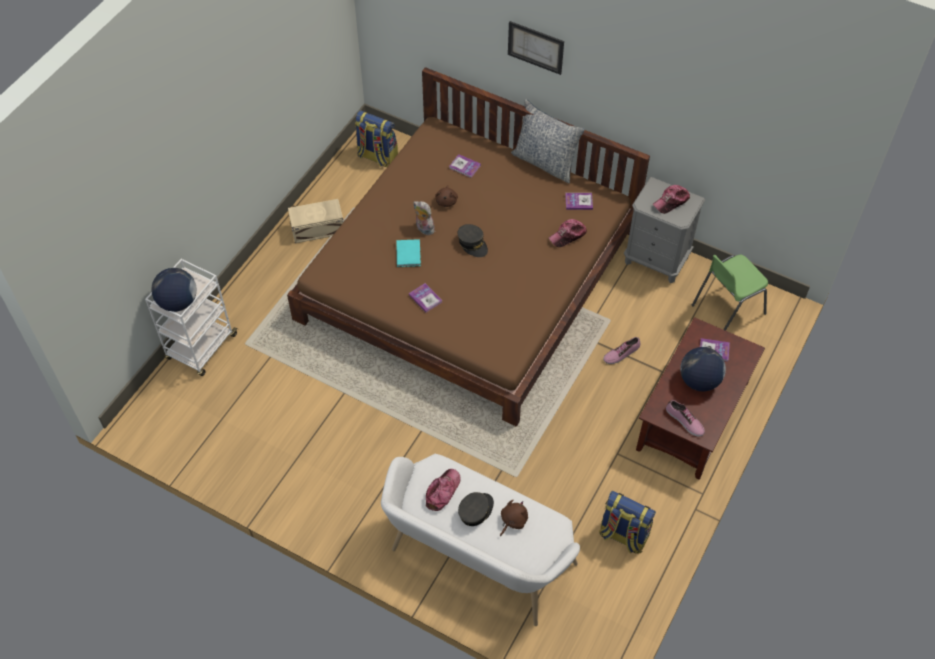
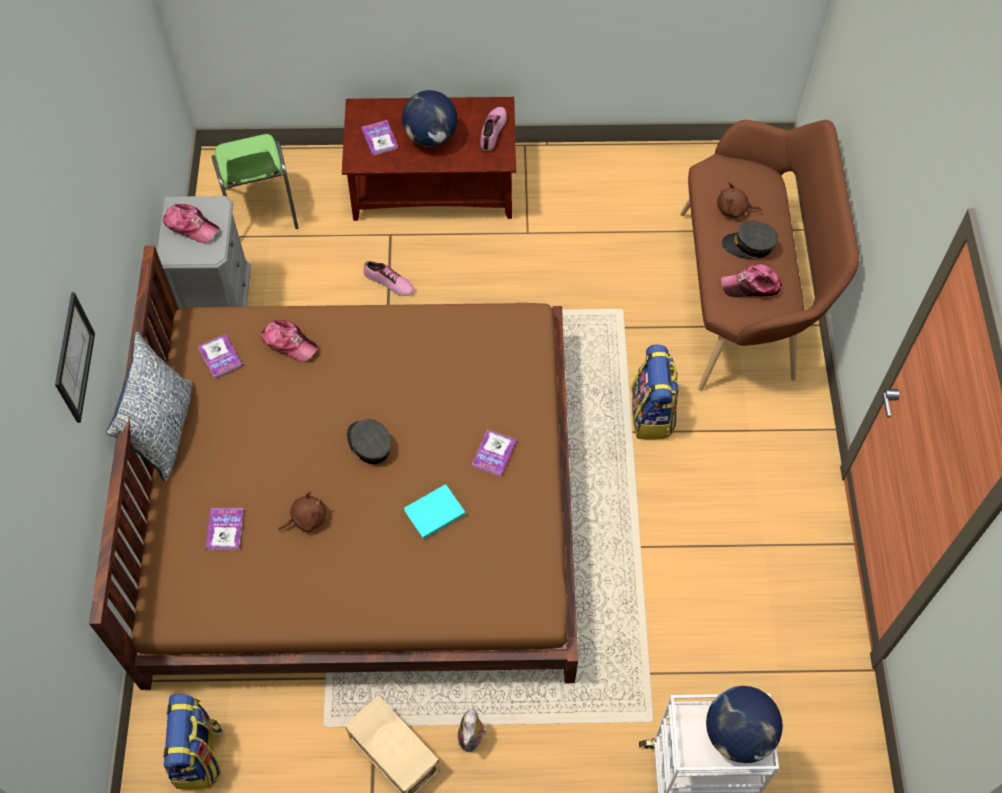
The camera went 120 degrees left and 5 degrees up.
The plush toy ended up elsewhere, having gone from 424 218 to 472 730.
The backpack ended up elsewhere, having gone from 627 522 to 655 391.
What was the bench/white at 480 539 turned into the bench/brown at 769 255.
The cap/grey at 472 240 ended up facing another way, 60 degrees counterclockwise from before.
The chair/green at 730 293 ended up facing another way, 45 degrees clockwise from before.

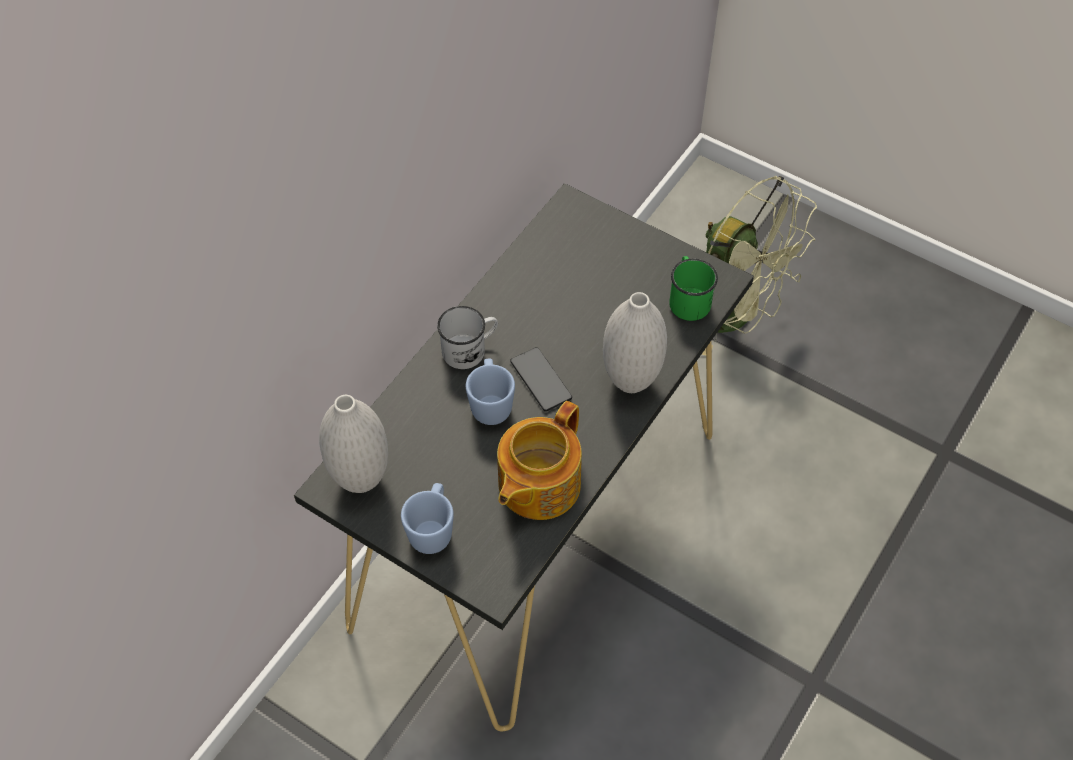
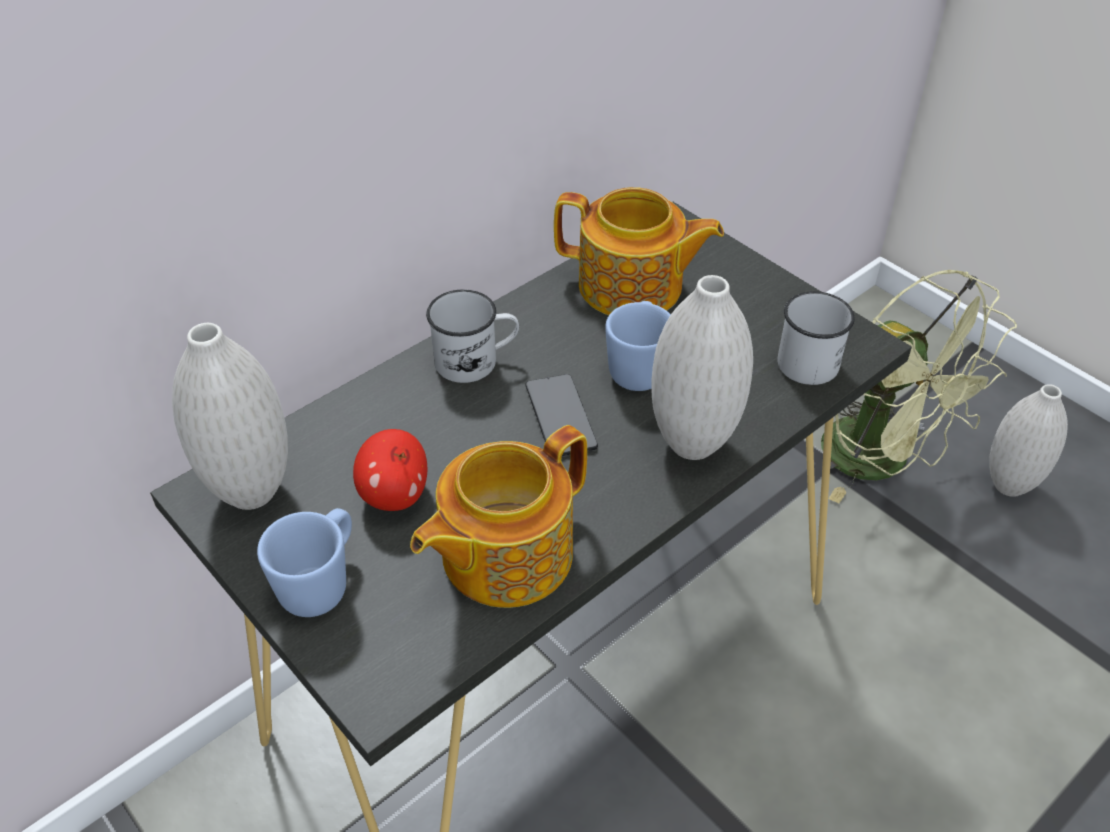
The camera went 15 degrees right and 10 degrees down.
The second view gained the apple at 390 470.
The second view gained the teapot at 639 251.
The second view gained the vase/white at 1028 440.
The mug/blue ended up elsewhere, having gone from 490 391 to 638 346.
What was the mug/green at 693 288 turned into the mug/white at 816 338.

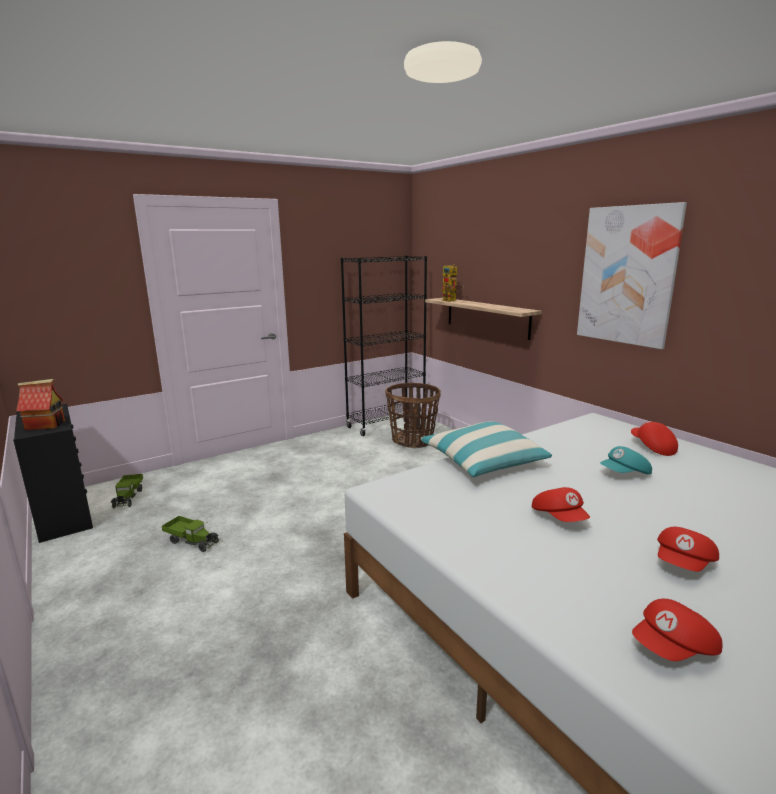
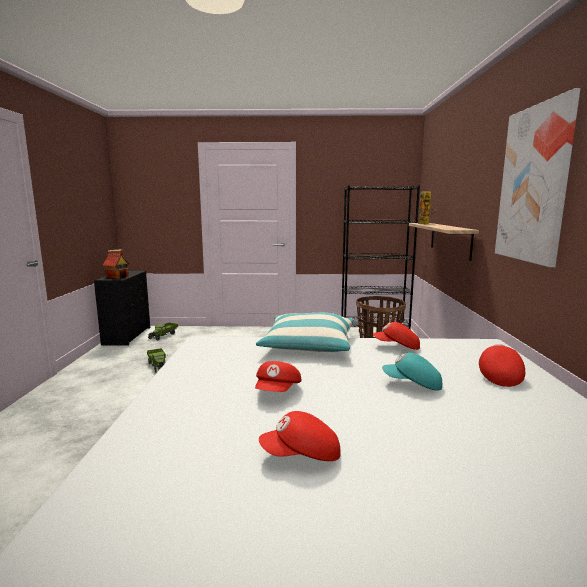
The camera went 35 degrees right and 5 degrees down.
The cap/red ended up elsewhere, having gone from 677 630 to 396 336.

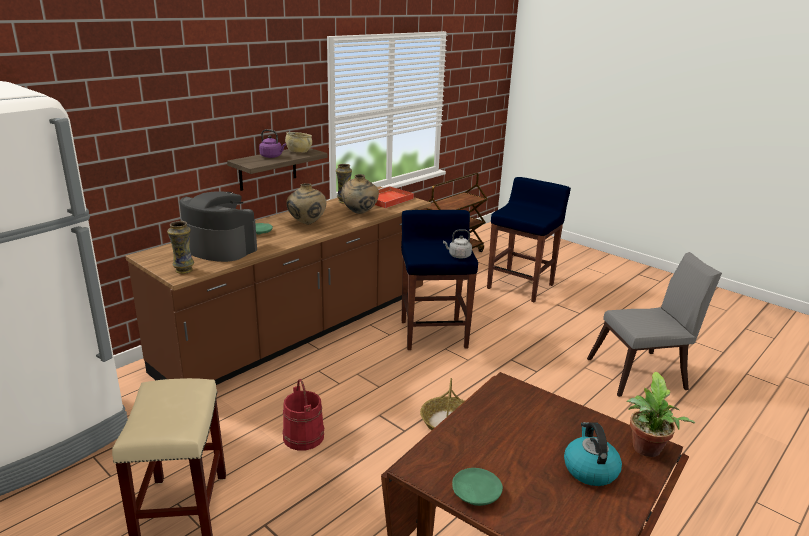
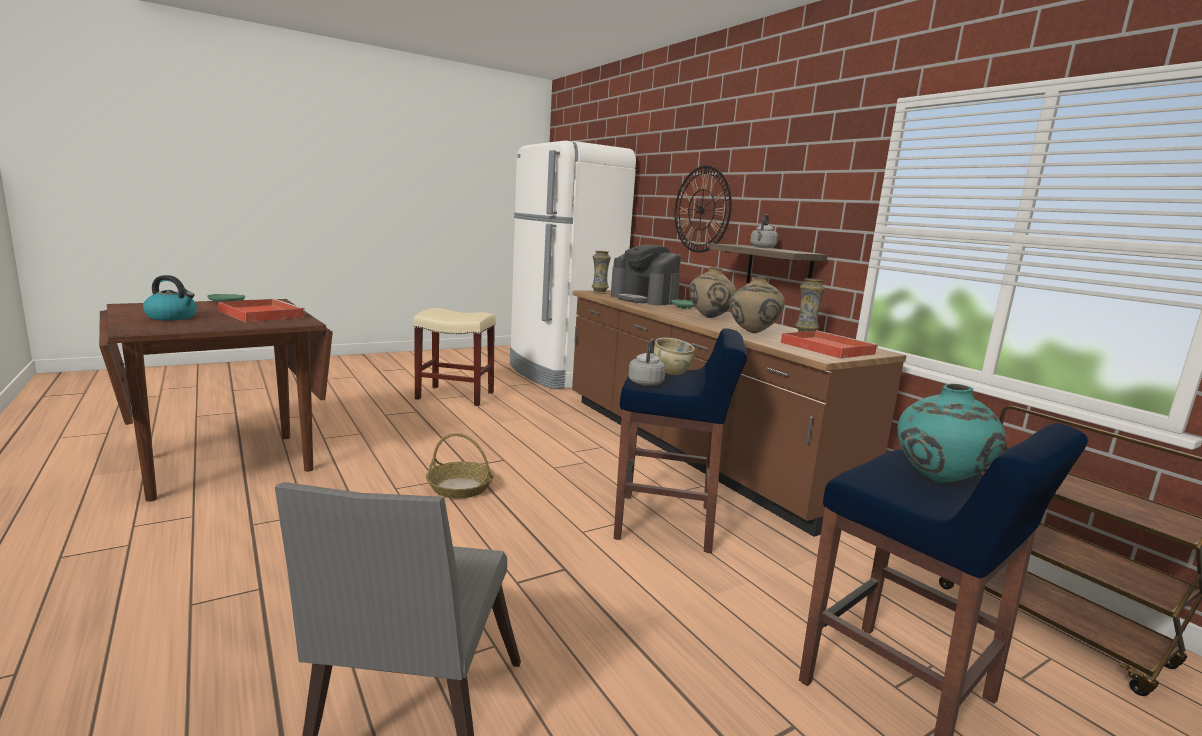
The camera went 105 degrees right and 10 degrees down.
The second view lost the bucket/red at 303 414.
The second view lost the potted plant at 661 414.
The second view gained the tray/red at 261 310.
The second view gained the wall clock at 703 209.
The second view gained the vase/turquoise at 952 433.
The bowl/beige ended up elsewhere, having gone from 298 142 to 674 356.
What was the kettle/purple at 272 143 turned into the kettle/grey at 764 231.
The coffee machine at 218 226 ended up facing another way, 90 degrees clockwise from before.

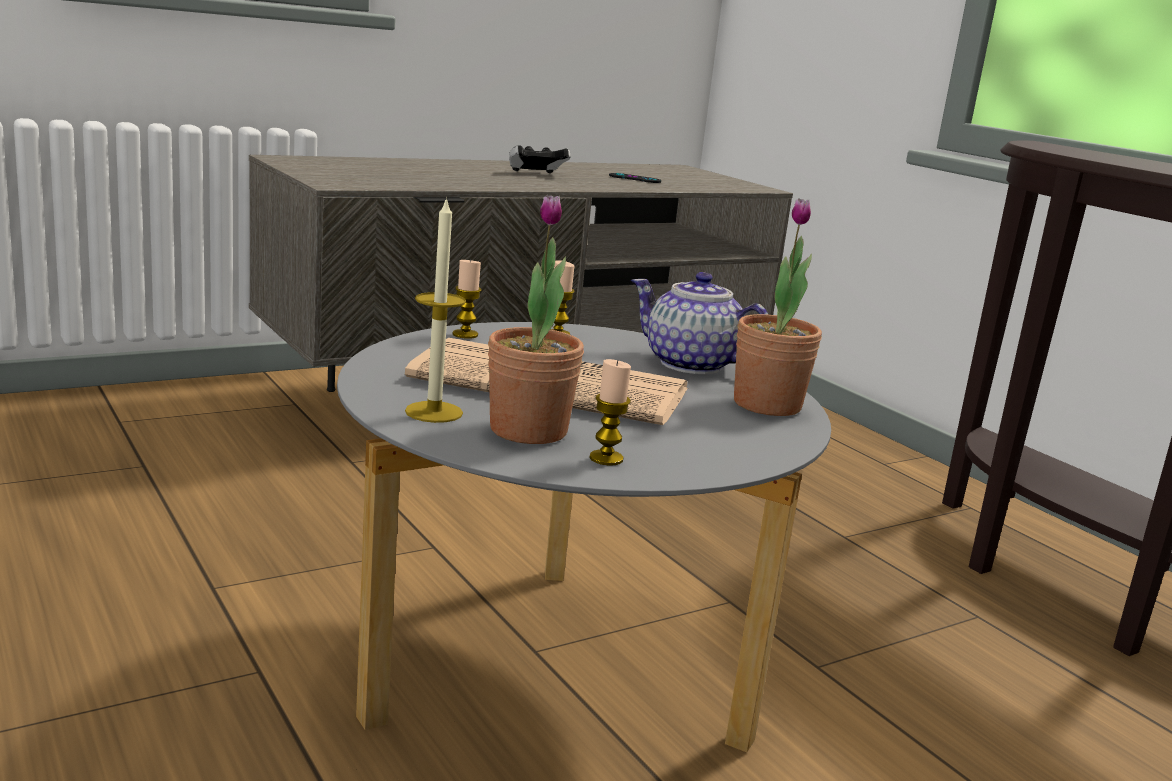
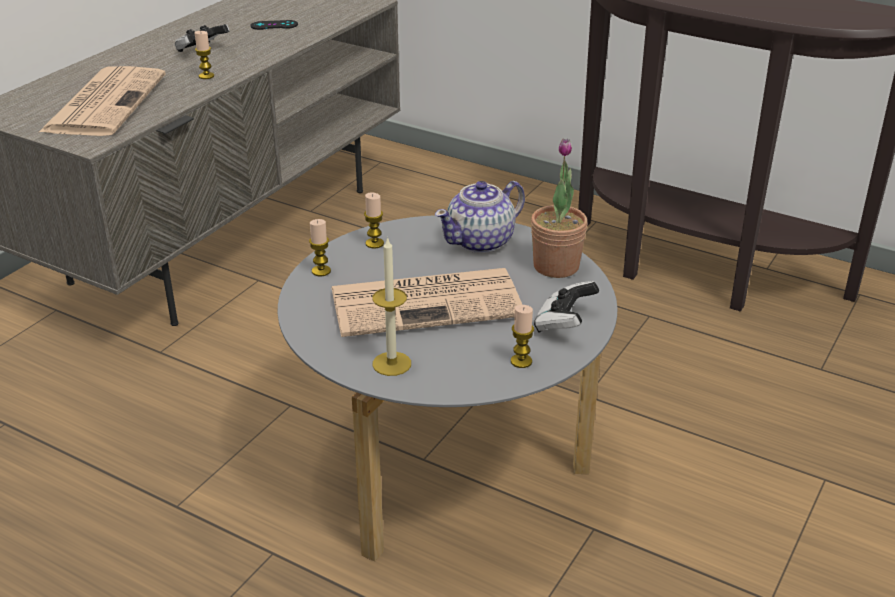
The camera went 25 degrees left and 15 degrees up.
The second view lost the potted plant at 536 319.
The second view gained the newspaper at 102 101.
The second view gained the candle at 204 55.
The second view gained the game controller at 566 307.
The teapot at 699 323 ended up facing another way, 45 degrees counterclockwise from before.

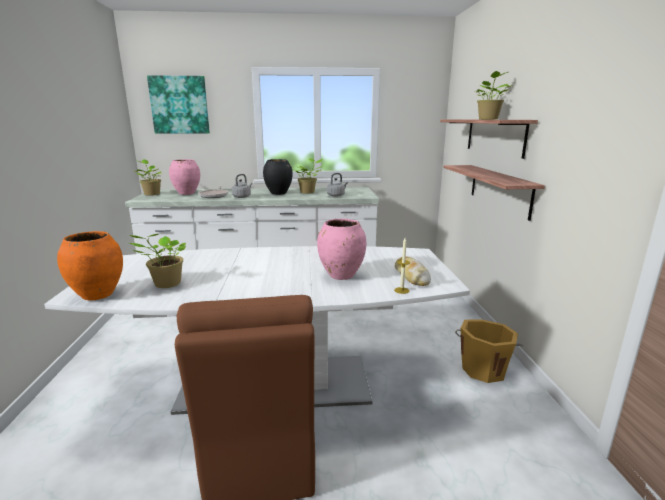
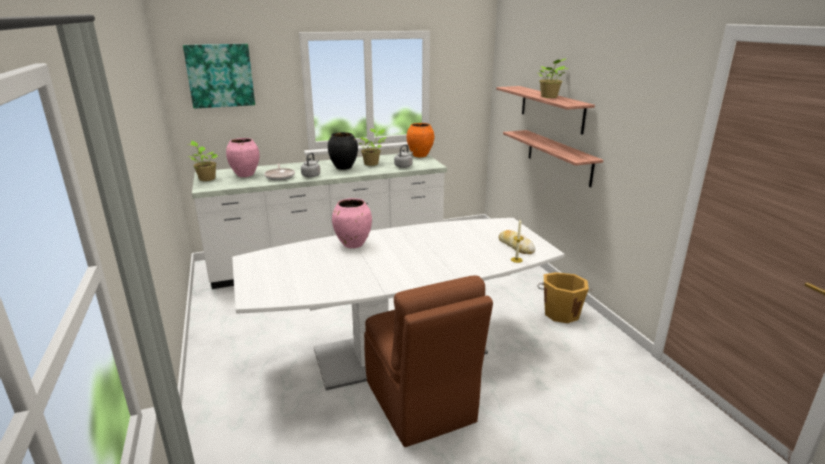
The camera went 15 degrees left and 5 degrees up.
The second view lost the potted plant at 157 261.
The vase/orange ended up elsewhere, having gone from 90 266 to 420 140.
The vase/pink ended up elsewhere, having gone from 341 249 to 352 223.

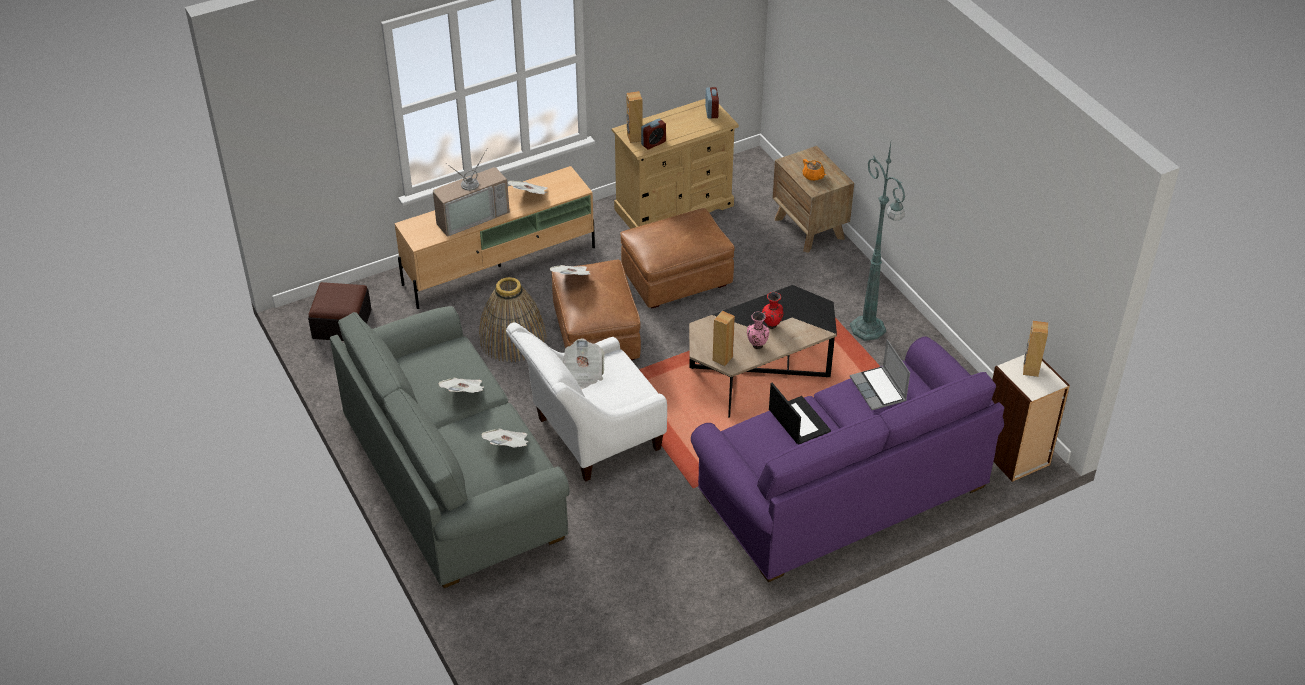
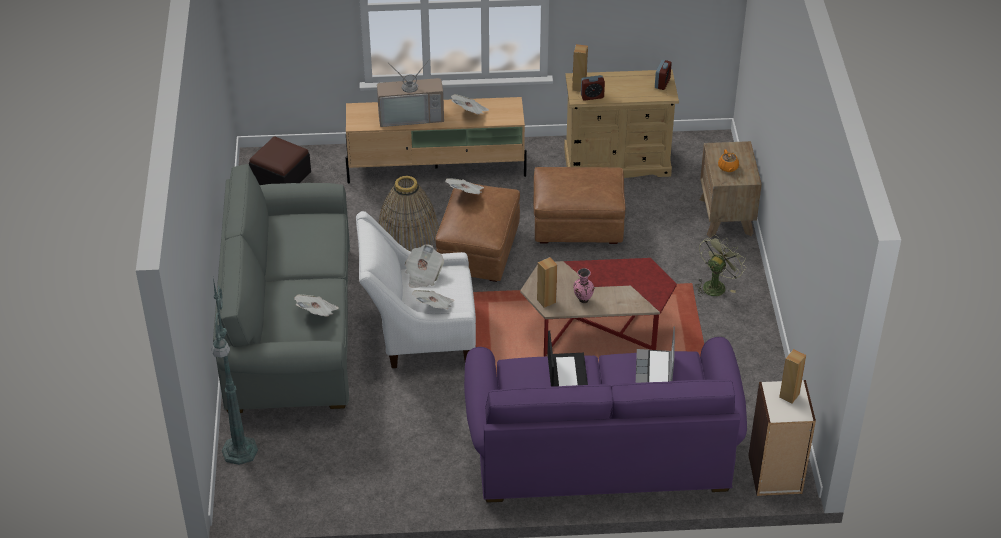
The camera went 25 degrees right and 0 degrees up.
The second view lost the vase/red at 772 310.
The second view gained the fan/green at 720 265.
The newspaper ended up elsewhere, having gone from 461 385 to 433 299.
The floor lamp/green ended up elsewhere, having gone from 877 242 to 235 371.
What was the coffee table/black at 763 351 turned into the coffee table/red at 598 307.

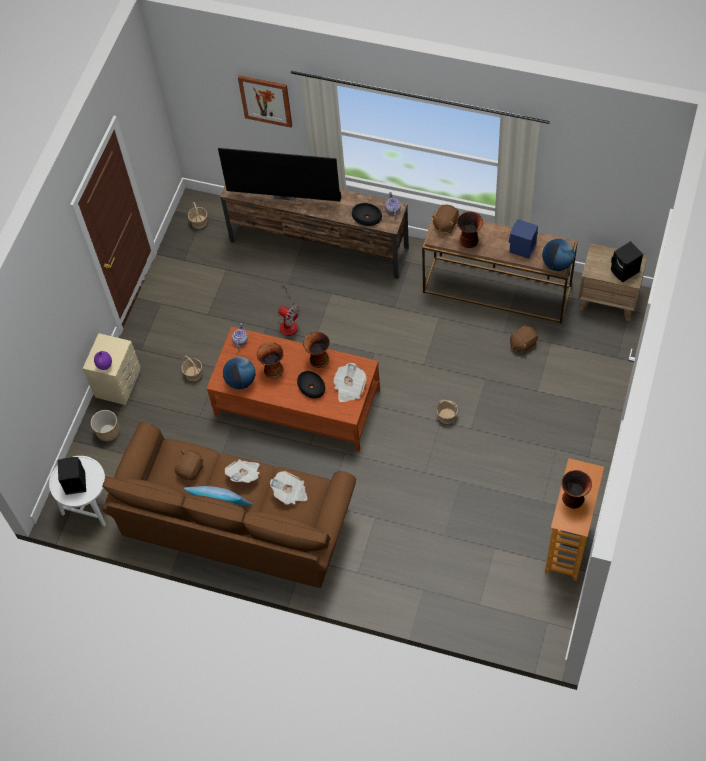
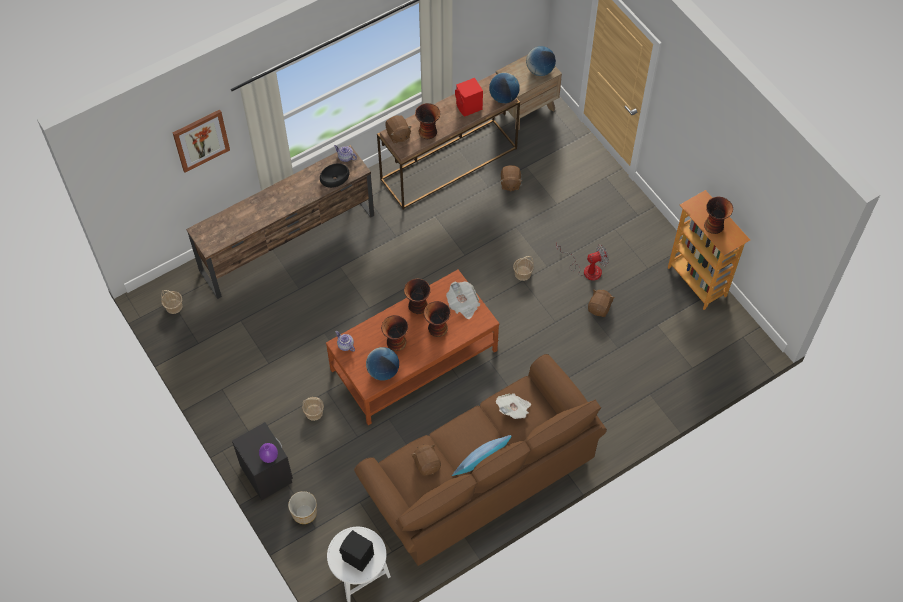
The camera went 55 degrees left and 0 degrees up.
The second view lost the television at 279 175.
The second view lost the newspaper at 242 471.
The second view gained the plush toy/brown at 601 303.
The fan ended up elsewhere, having gone from 288 309 to 582 262.
Where the bowl/black stood at 311 385, the vase came to stand at 437 319.
Where the speaker/black stood at 627 261, the globe came to stand at 541 61.
What was the nightstand/beige at 111 369 turned into the nightstand/black at 262 461.
What was the speaker/blue at 523 239 turned into the speaker/red at 469 97.

